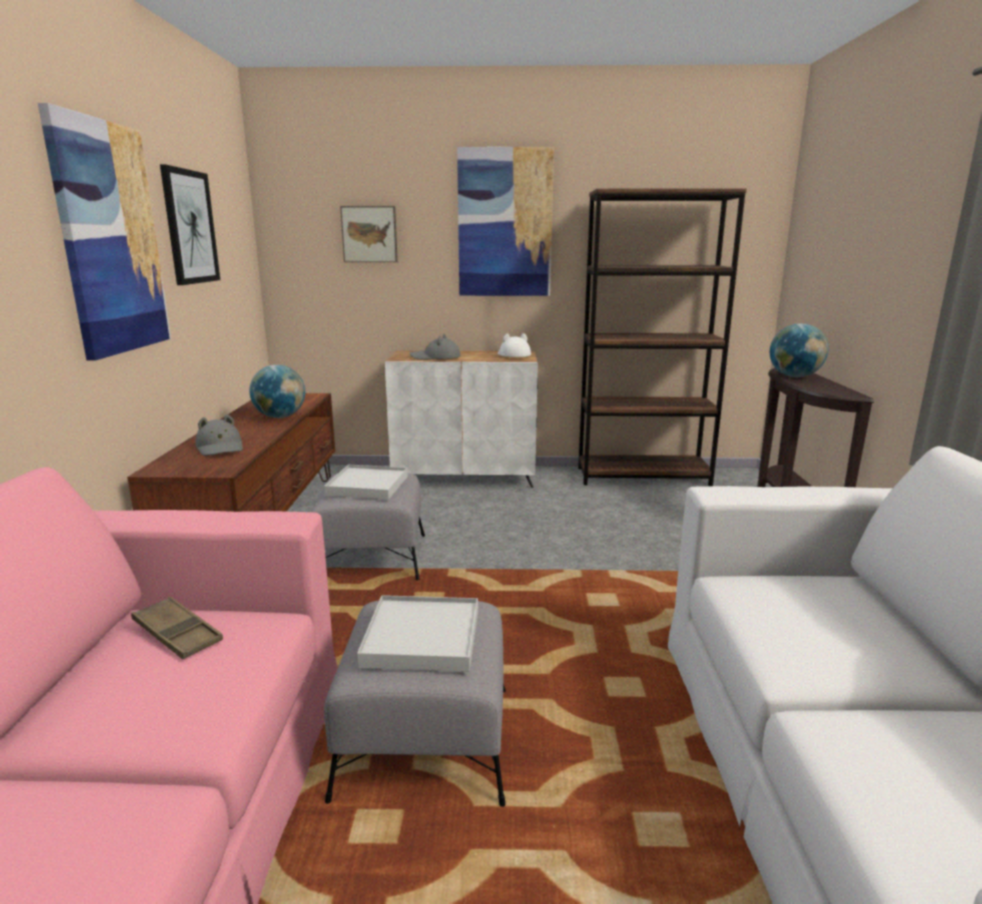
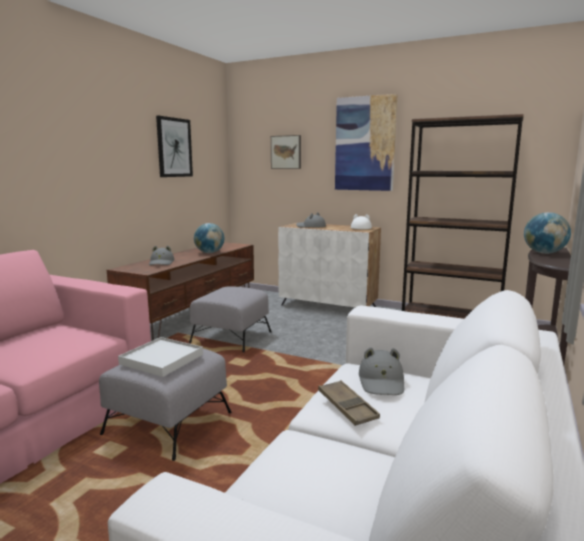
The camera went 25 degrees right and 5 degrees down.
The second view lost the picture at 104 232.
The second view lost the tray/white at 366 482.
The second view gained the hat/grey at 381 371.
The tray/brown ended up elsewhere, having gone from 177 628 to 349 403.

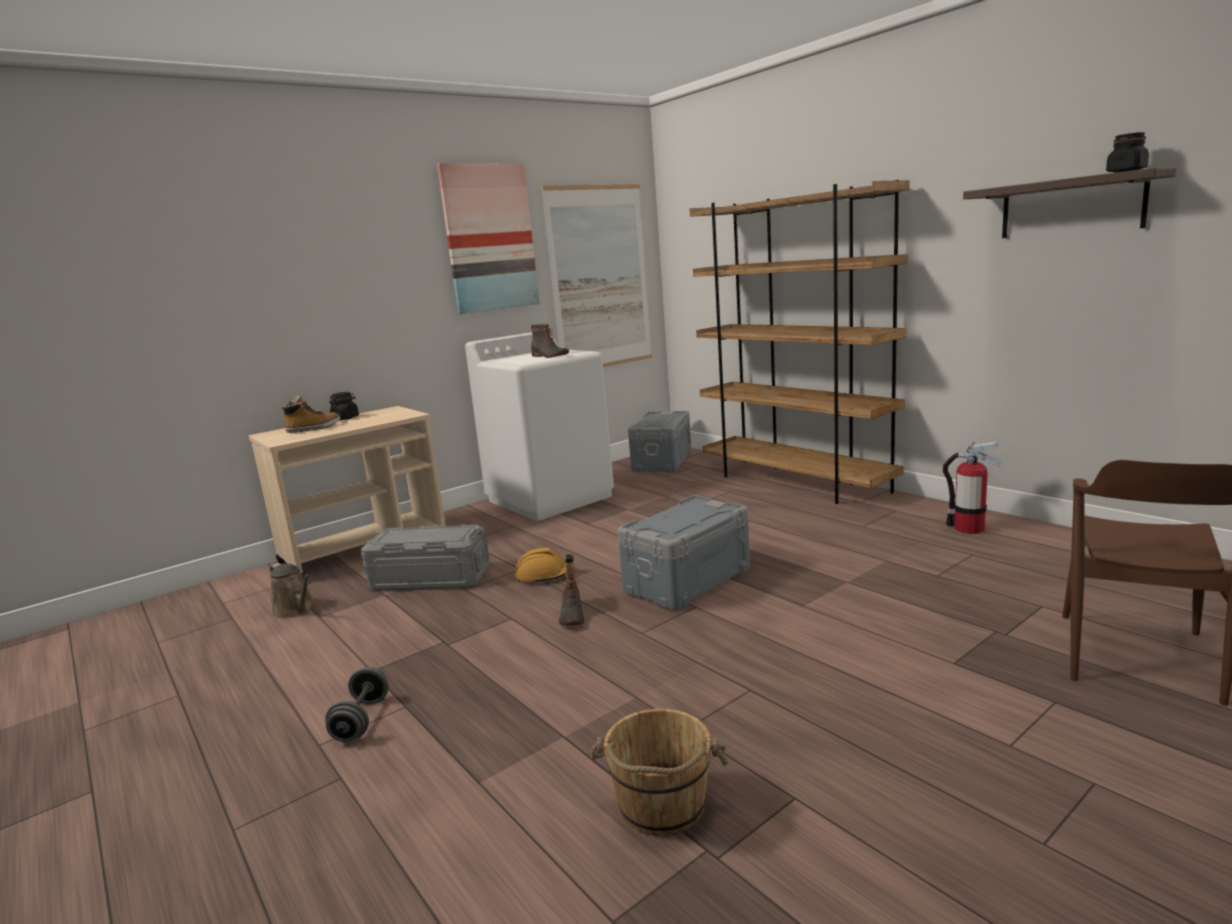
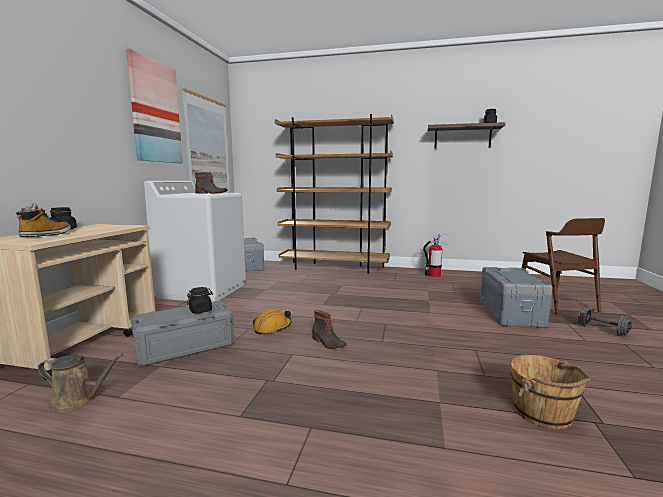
The camera went 40 degrees left and 5 degrees down.
The second view gained the jar/black at 200 300.
The dumbbell/grey ended up elsewhere, having gone from 357 704 to 605 321.
The storage box/grey ended up elsewhere, having gone from 684 552 to 516 297.

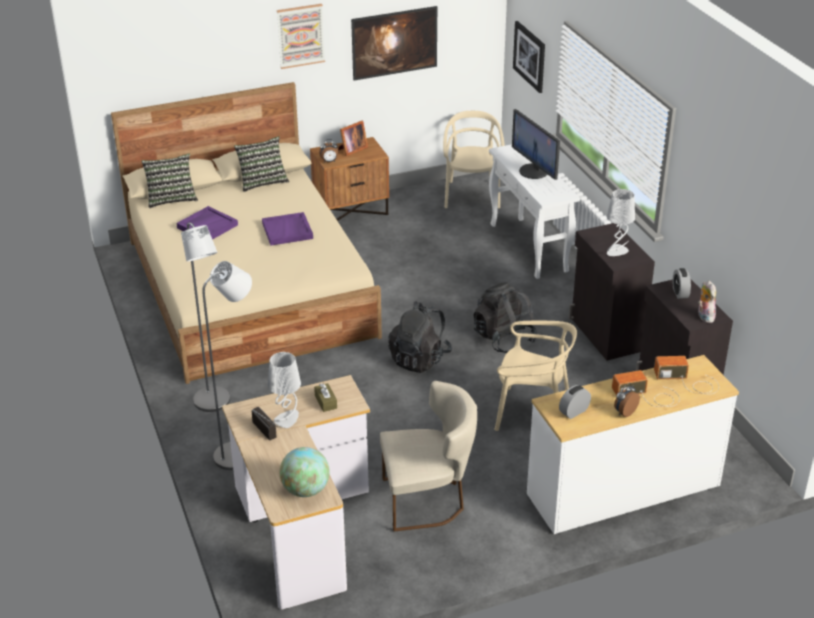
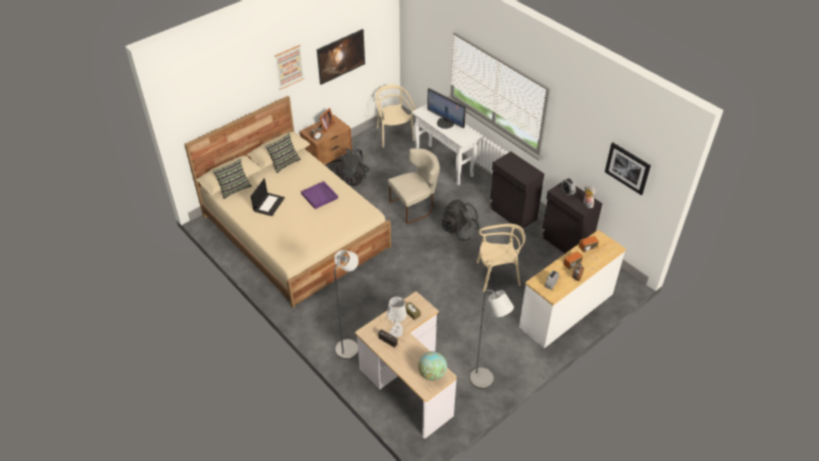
The camera went 20 degrees left and 10 degrees up.
The second view lost the table lamp/grey at 621 222.
The floor lamp/grey ended up elsewhere, having gone from 206 317 to 492 339.
The chair/beige ended up elsewhere, having gone from 428 456 to 414 186.
The backpack/black ended up elsewhere, having gone from 420 337 to 352 166.
The picture ended up elsewhere, having gone from 529 57 to 628 168.
Where the tray/purple stood at 207 223, the laptop came to stand at 268 197.

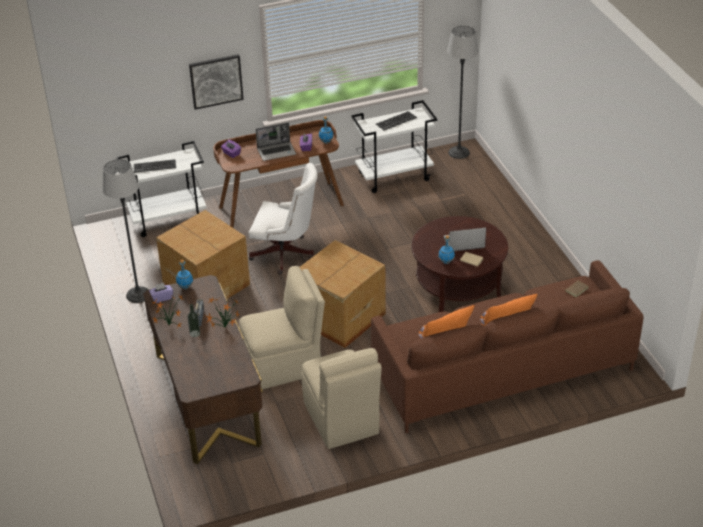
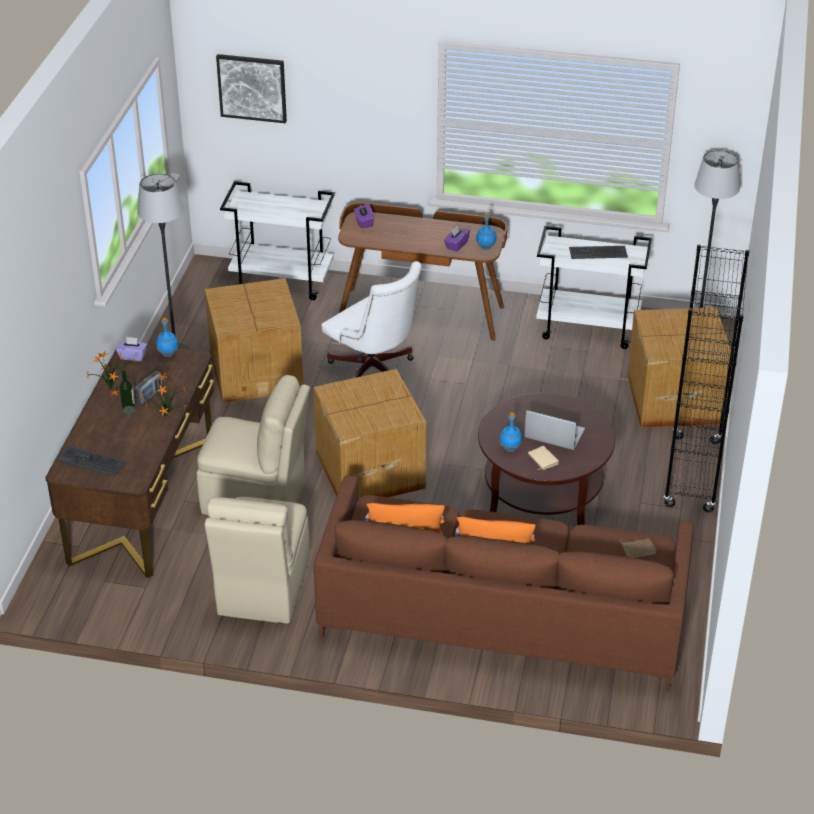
The camera went 30 degrees right and 0 degrees up.
The second view lost the laptop at 276 142.
The second view gained the cardboard box at 679 367.
The second view gained the bookcase/black at 706 378.
The keyboard ended up elsewhere, having gone from 155 166 to 91 461.
The picture ended up elsewhere, having gone from 216 82 to 251 88.

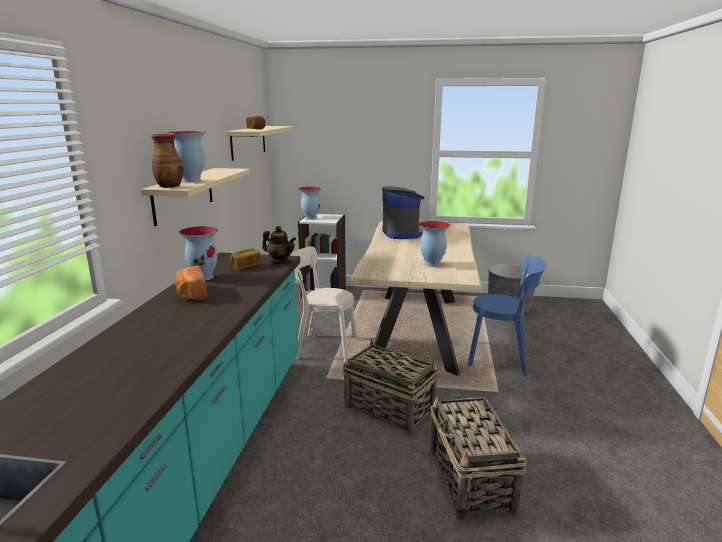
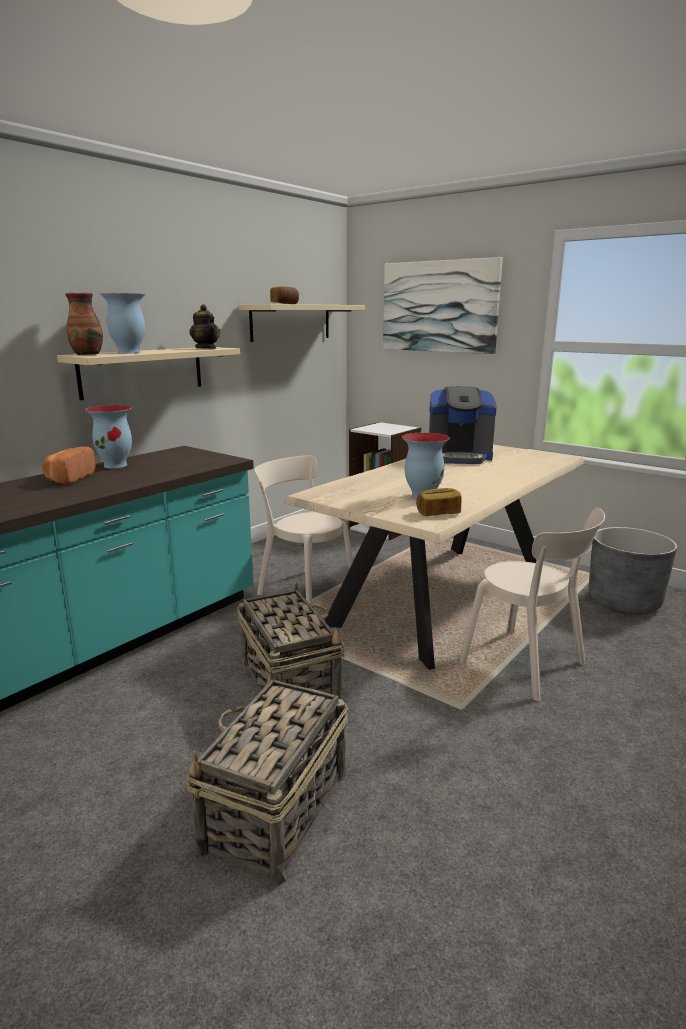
The camera went 30 degrees right and 0 degrees up.
The second view lost the vase at 310 203.
The second view gained the picture at 443 305.
The bread ended up elsewhere, having gone from 245 259 to 439 502.
The teapot ended up elsewhere, having gone from 279 245 to 204 326.
What was the chair/blue at 507 315 turned into the chair/beige at 532 604.
The coffee machine at 403 212 ended up facing another way, 75 degrees clockwise from before.

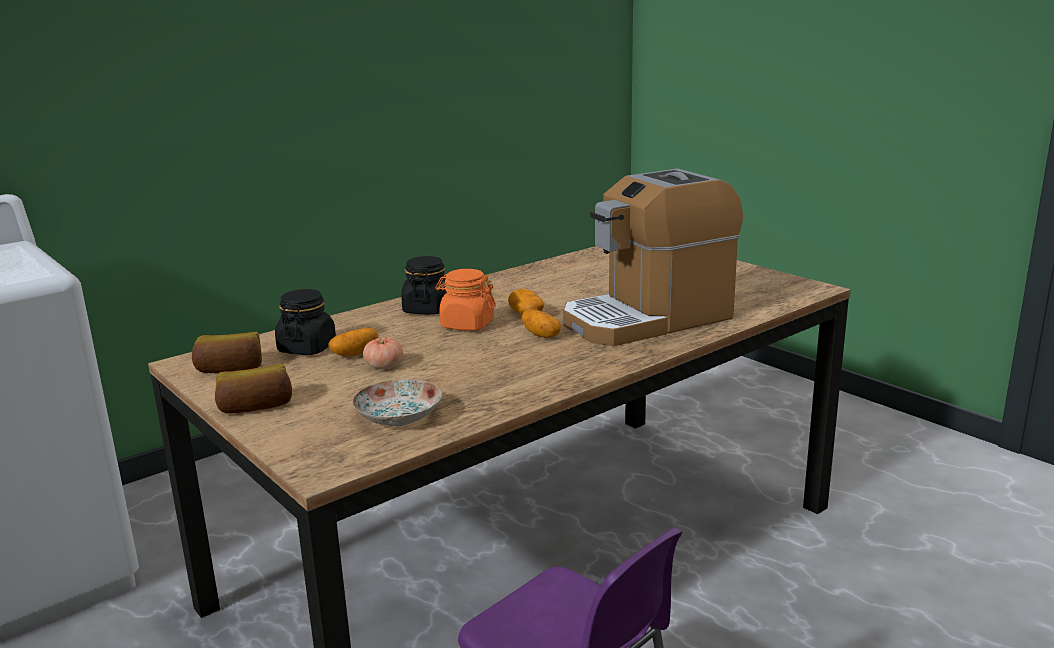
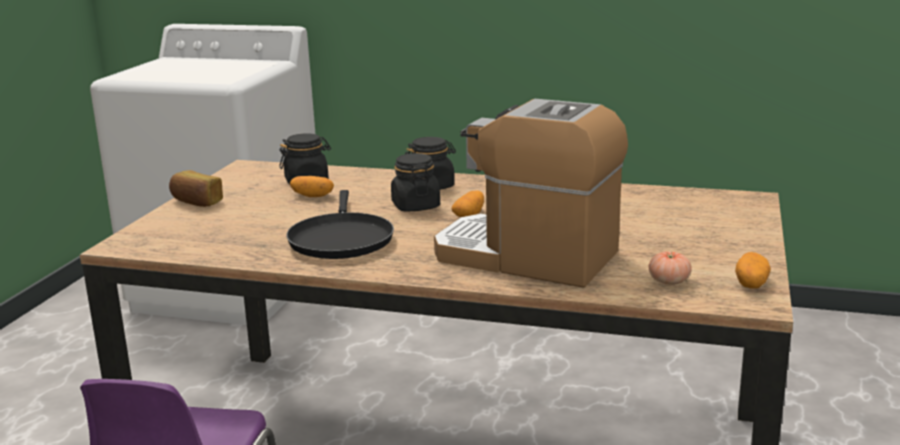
The camera went 55 degrees right and 0 degrees up.
The second view lost the bread at 227 352.
The second view lost the plate at 397 402.
The second view gained the frying pan/black at 340 224.
The tomato ended up elsewhere, having gone from 383 353 to 670 268.
The potato ended up elsewhere, having gone from 541 323 to 753 270.
What was the jar/orange at 466 300 turned into the jar/black at 415 182.

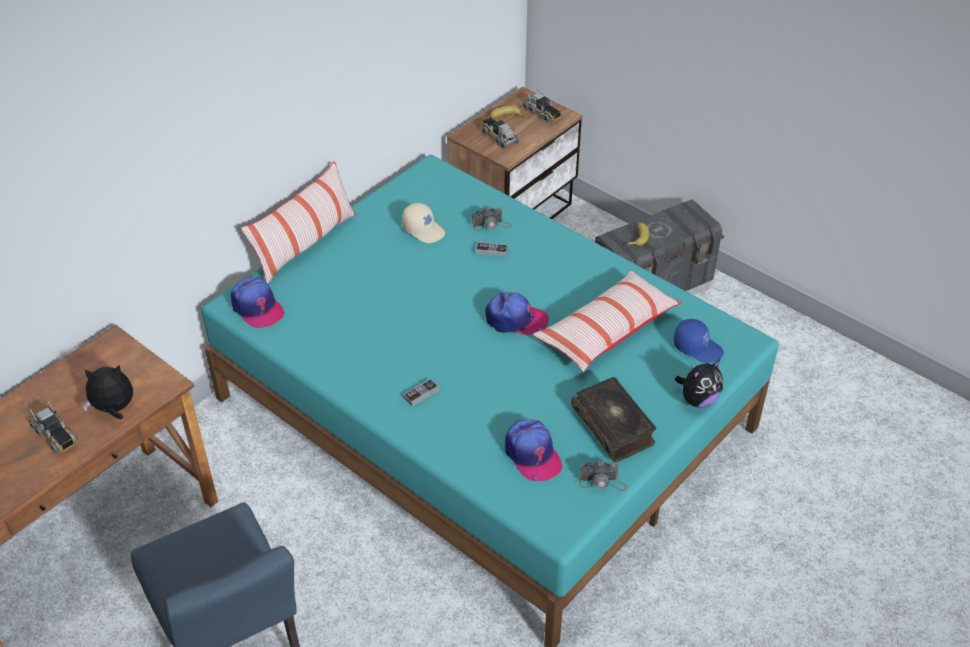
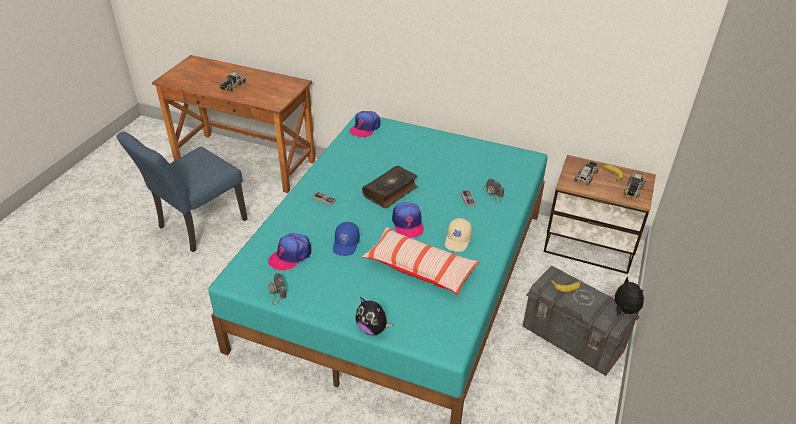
The camera went 70 degrees right and 5 degrees down.
The second view lost the pillow at 298 222.
The plush toy ended up elsewhere, having gone from 107 392 to 627 296.
The cap/beige ended up elsewhere, having gone from 423 223 to 458 235.
The book ended up elsewhere, having gone from 613 419 to 389 187.
The cap/blue ended up elsewhere, having gone from 698 341 to 346 239.

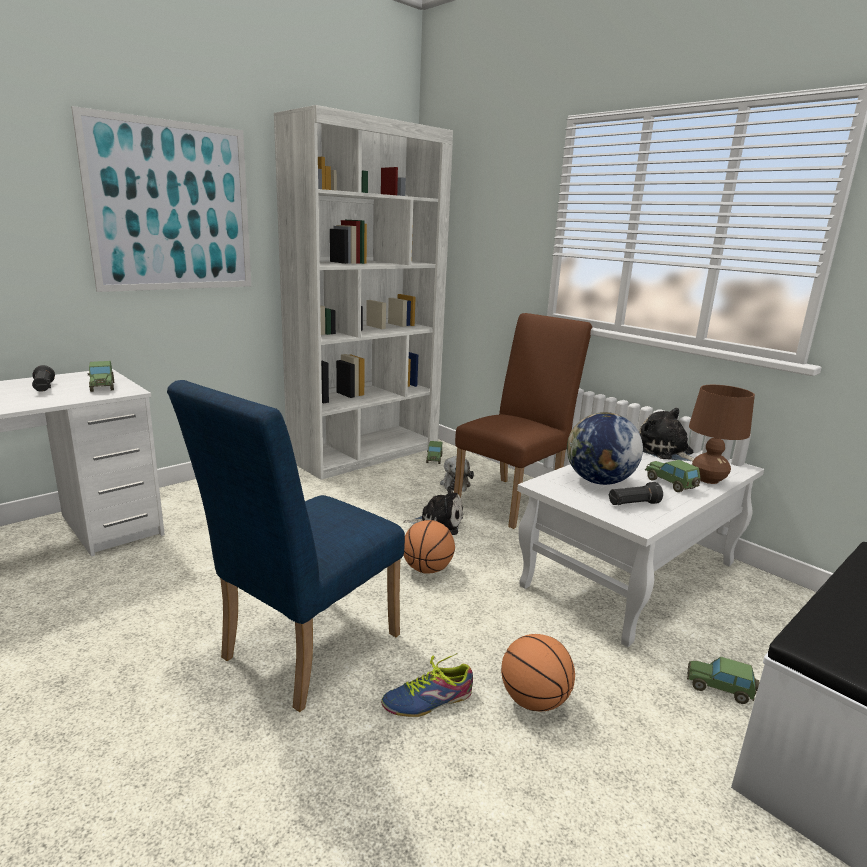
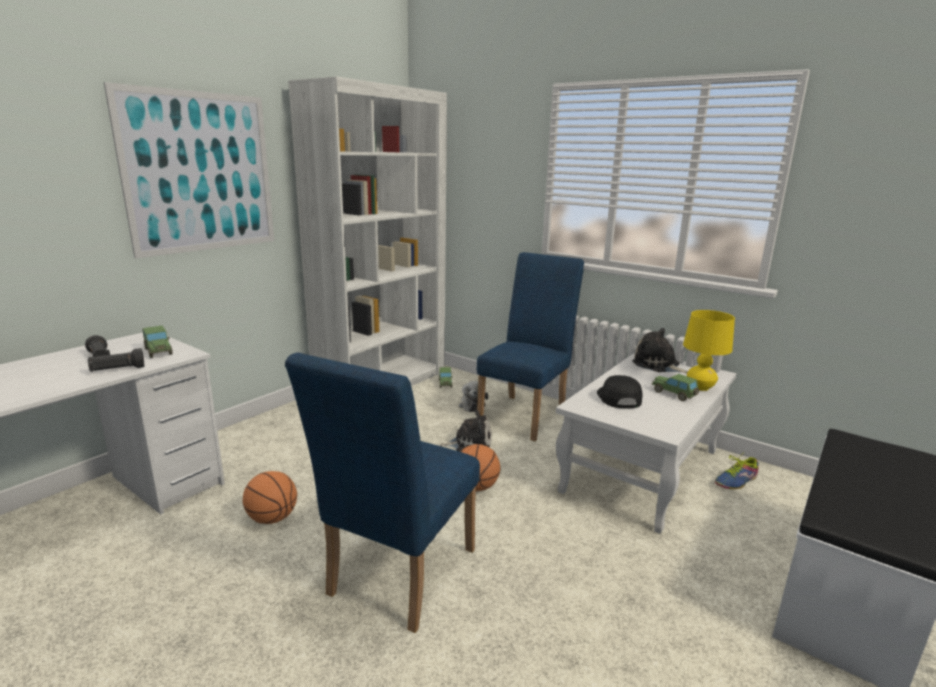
The camera went 10 degrees left and 0 degrees up.
The second view lost the toy car at 723 680.
The shoe ended up elsewhere, having gone from 427 685 to 737 471.
The basketball ended up elsewhere, having gone from 538 672 to 270 497.
The flashlight/black ended up elsewhere, having gone from 636 493 to 116 360.
Where the globe stood at 605 448, the cap/black came to stand at 620 391.
What was the chair/brown at 523 421 turned into the chair/blue at 530 346.
What was the table lamp/brown at 722 434 turned into the table lamp/yellow at 709 350.

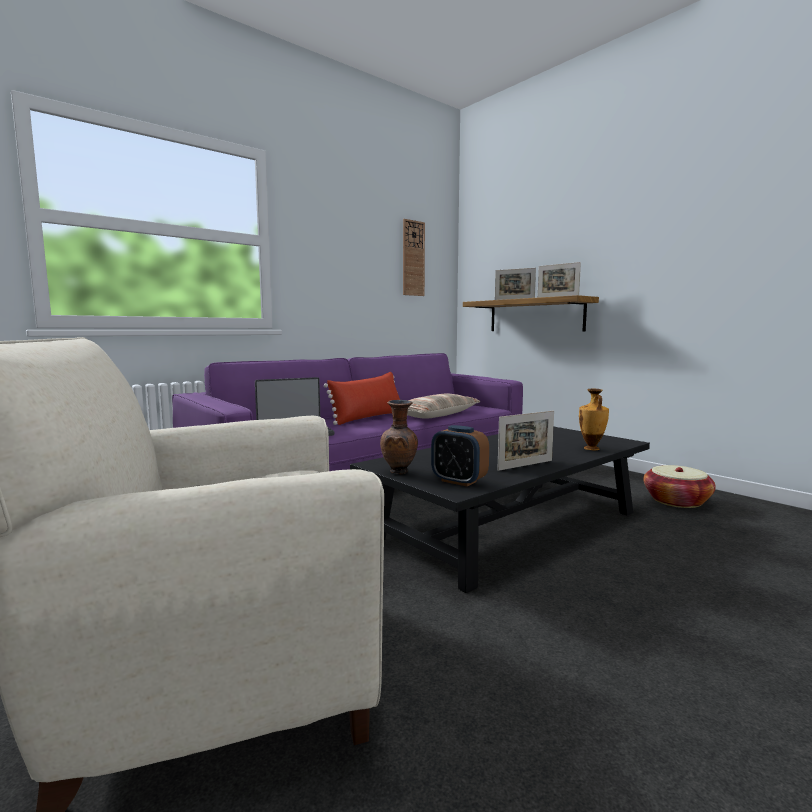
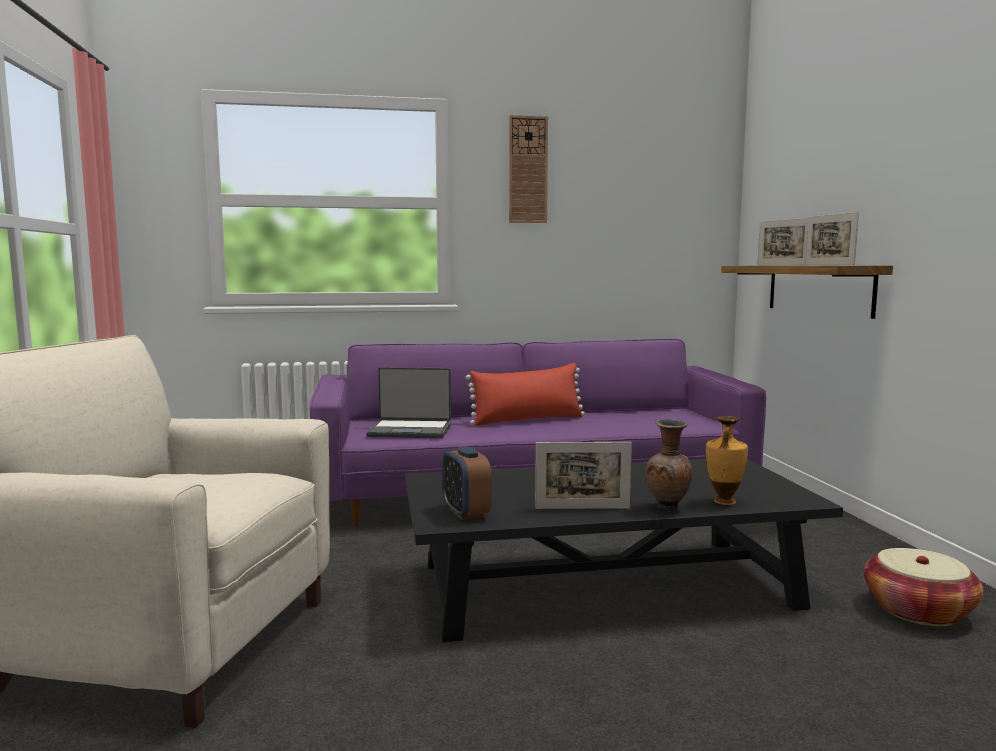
The camera went 30 degrees right and 0 degrees up.
The second view lost the pillow at 435 406.
The vase/brown ended up elsewhere, having gone from 399 437 to 669 465.
The wall clock ended up elsewhere, having gone from 414 257 to 528 169.

